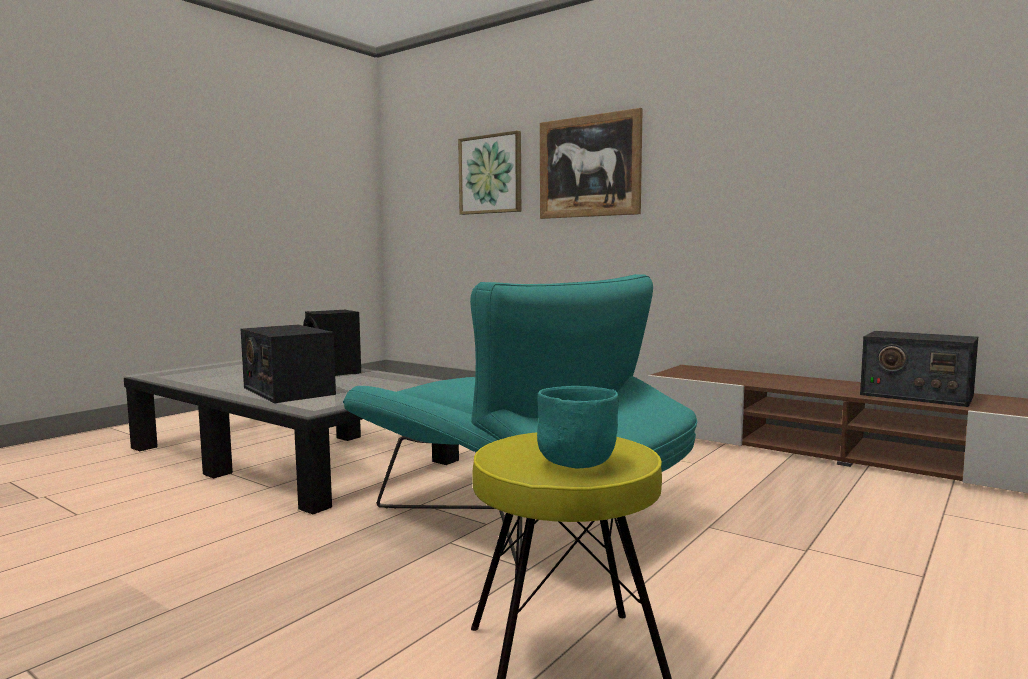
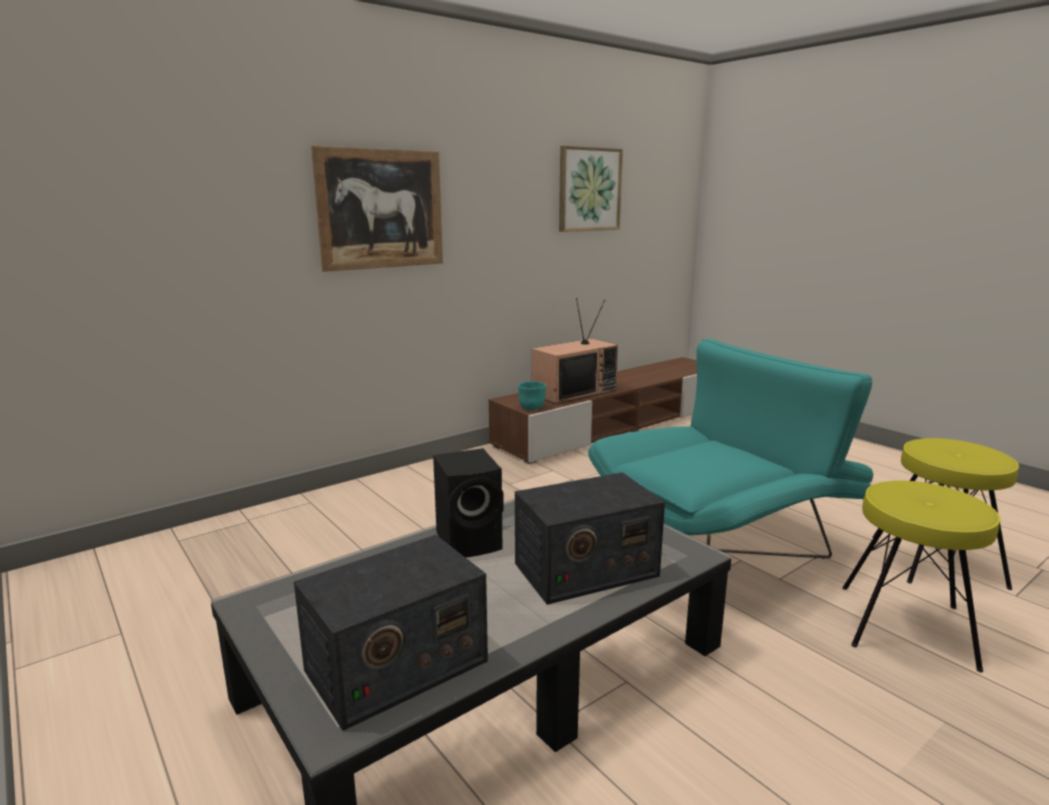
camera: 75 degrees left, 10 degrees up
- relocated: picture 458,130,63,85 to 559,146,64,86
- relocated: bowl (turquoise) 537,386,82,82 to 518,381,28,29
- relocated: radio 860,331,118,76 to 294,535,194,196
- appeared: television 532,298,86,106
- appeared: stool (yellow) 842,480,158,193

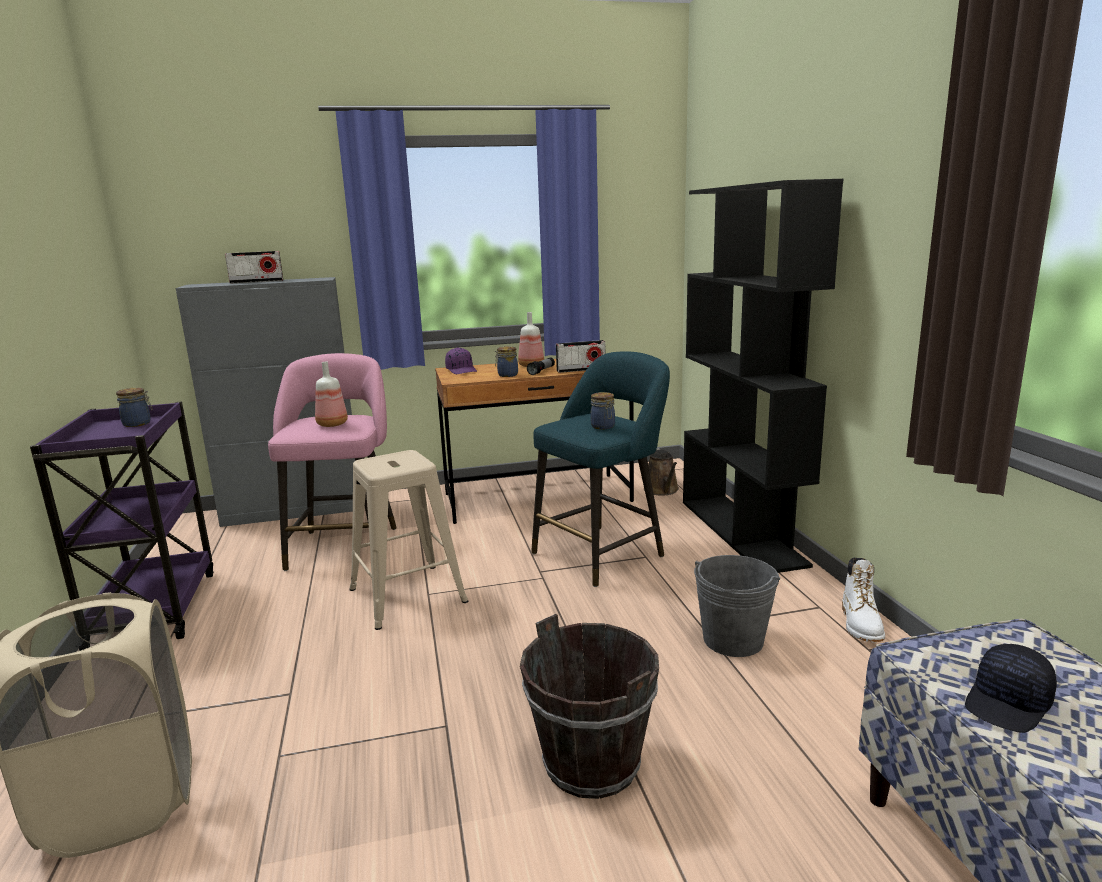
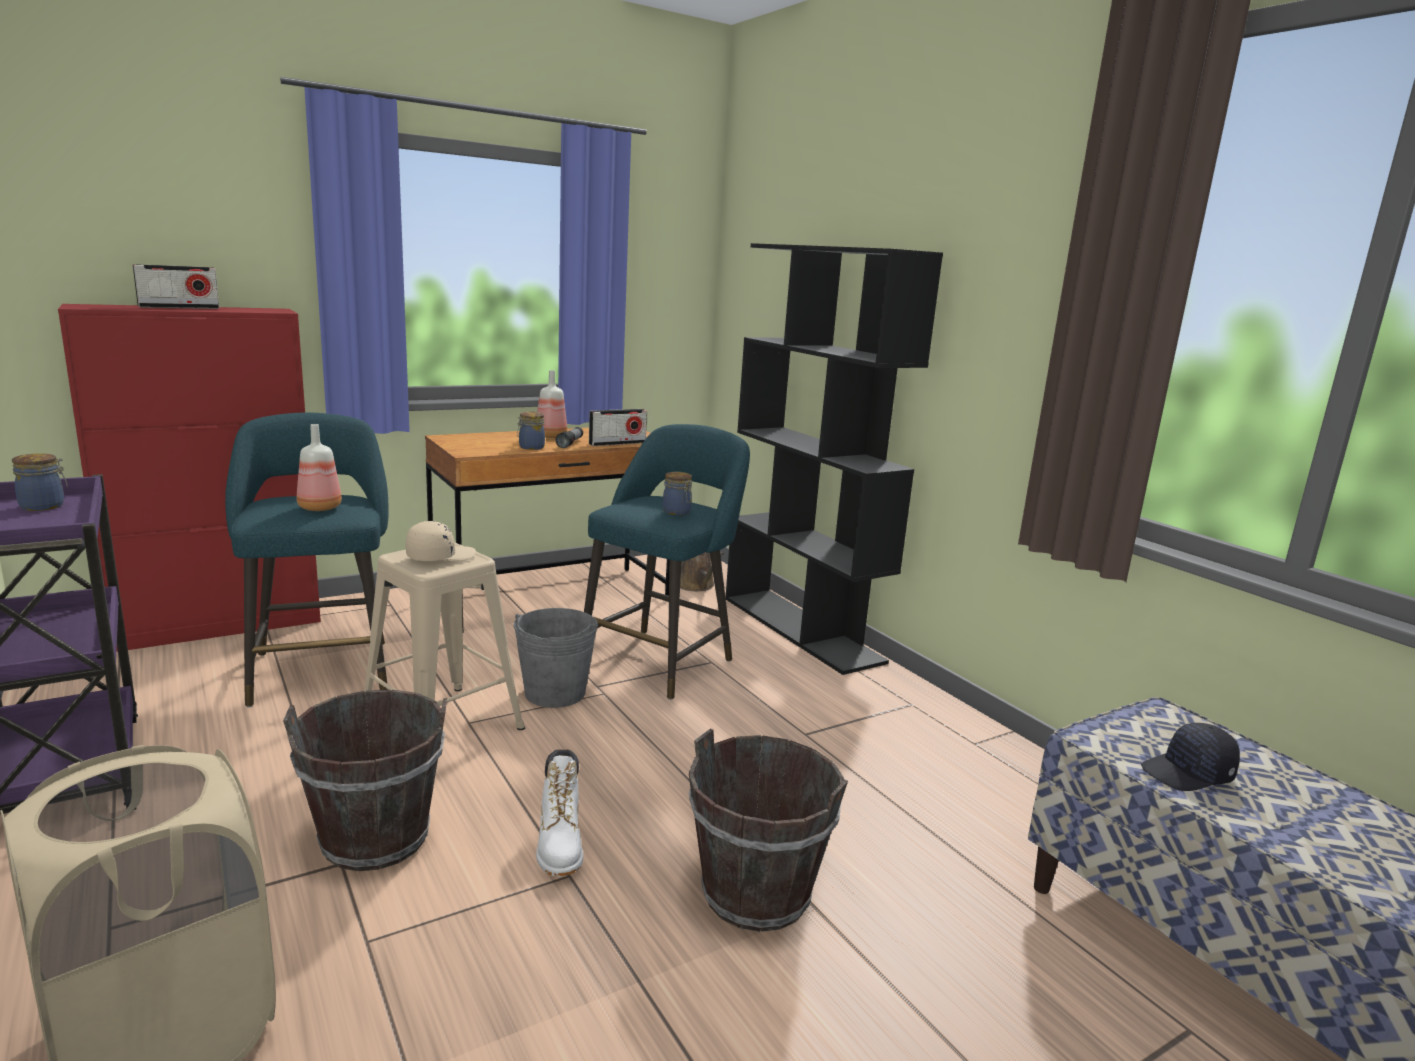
camera: 20 degrees left, 0 degrees up
- colour: cabinet (grey) 175,277,180,250 to cabinet (red) 58,304,263,348
- colour: stool (pink) 268,353,129,218 to stool (turquoise) 225,413,164,295
- missing: cap (purple) 445,347,32,27
- relocated: bucket (grey) 694,555,86,102 to 514,608,84,100
- relocated: boot (white) 842,558,43,84 to 536,749,47,128
- spun: cap (black) 965,644,92,89 = 1141,723,99,68 45 degrees clockwise
- appeared: bucket (brown) 283,690,164,181
- appeared: cap (beige) 406,521,70,40

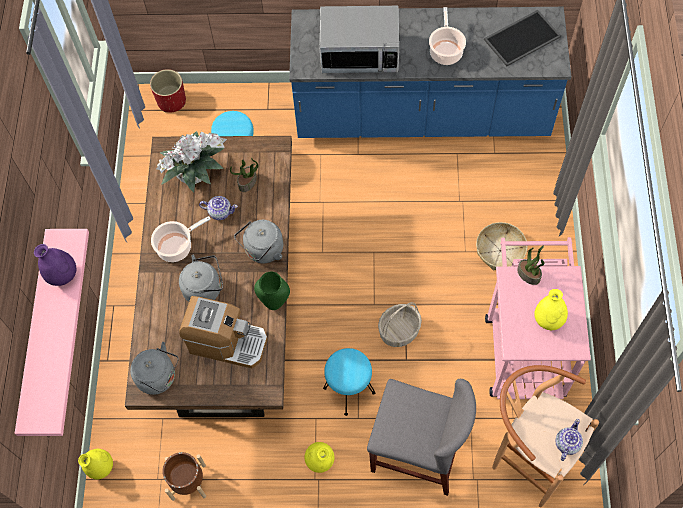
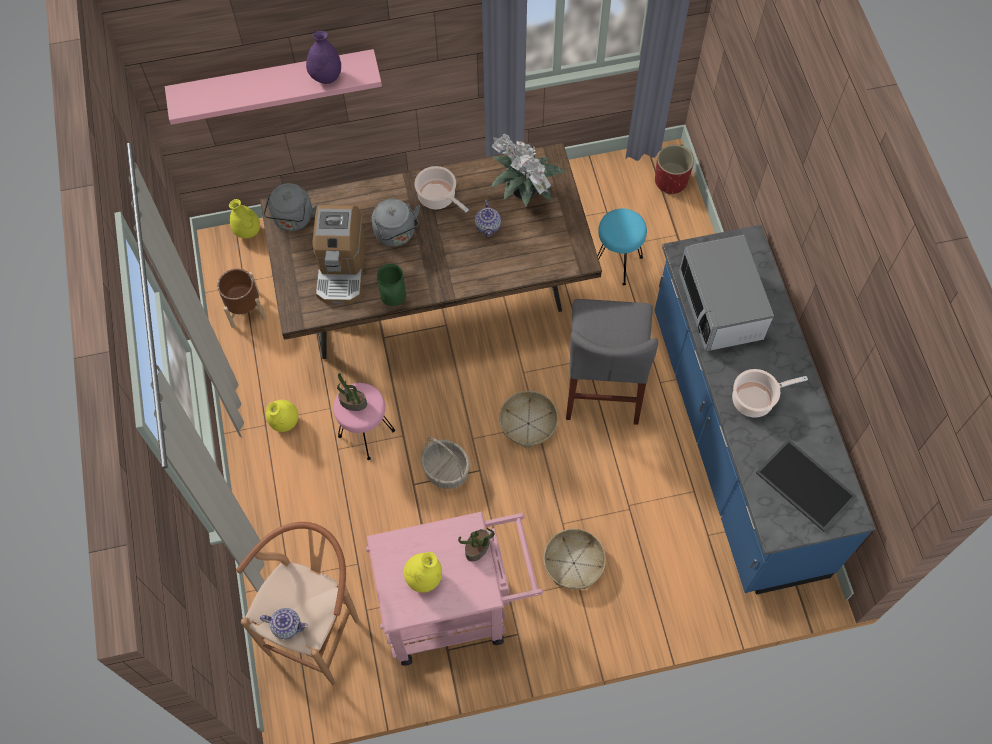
camera: 75 degrees right, 0 degrees up
- relocated: potted plant 230,158,29,34 to 337,373,30,38
- missing: kettle (grey) 234,220,49,43
- colour: stool (turquoise) 323,348,52,68 to stool (pink) 333,383,62,77
- relocated: chair (grey) 367,379,109,117 to 566,299,92,126
- appeared: basket 499,391,59,57

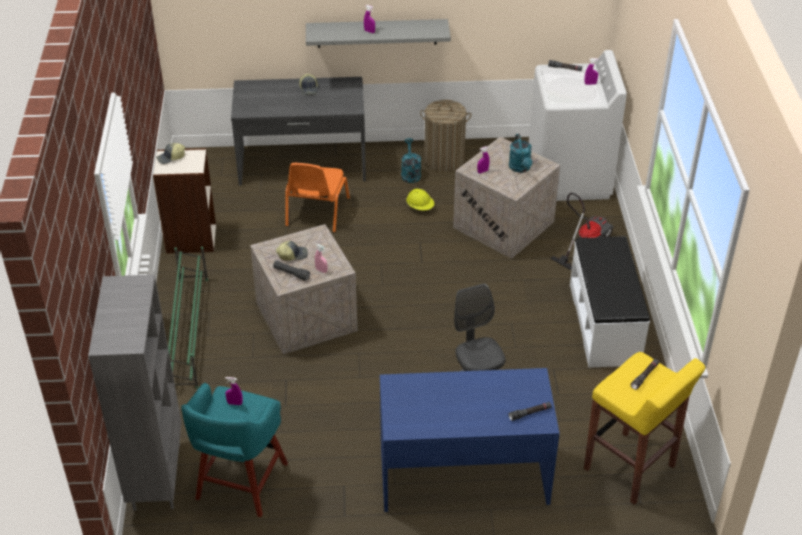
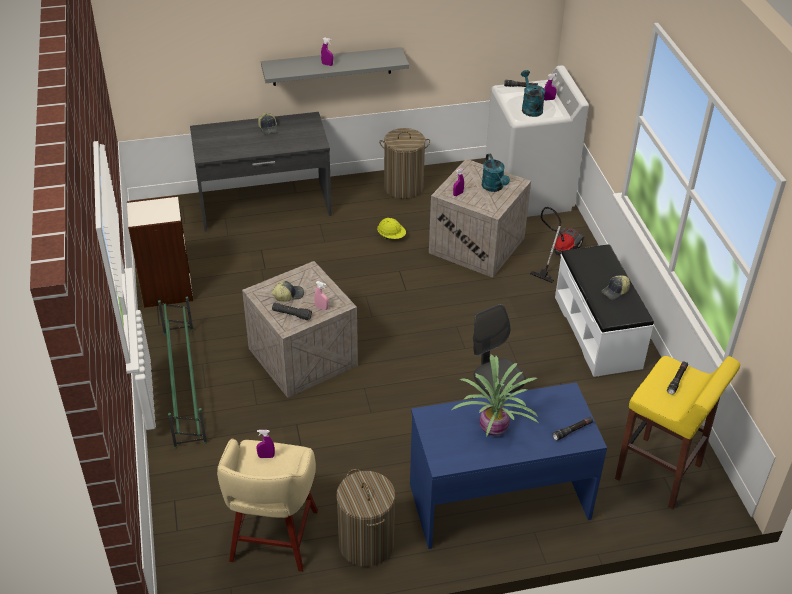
camera: 10 degrees left, 0 degrees up
- missing: bookcase (grey) 88,275,93,236
- relocated: cap 156,143,29,21 to 601,275,29,25
- colour: stool (turquoise) 181,383,107,134 to stool (beige) 217,438,101,134
- missing: chair (orange) 285,163,65,70
- relocated: watering can (turquoise) 401,138,20,45 to 521,70,24,47
- appeared: laundry basket 336,469,59,97
- appeared: potted plant 452,355,87,82

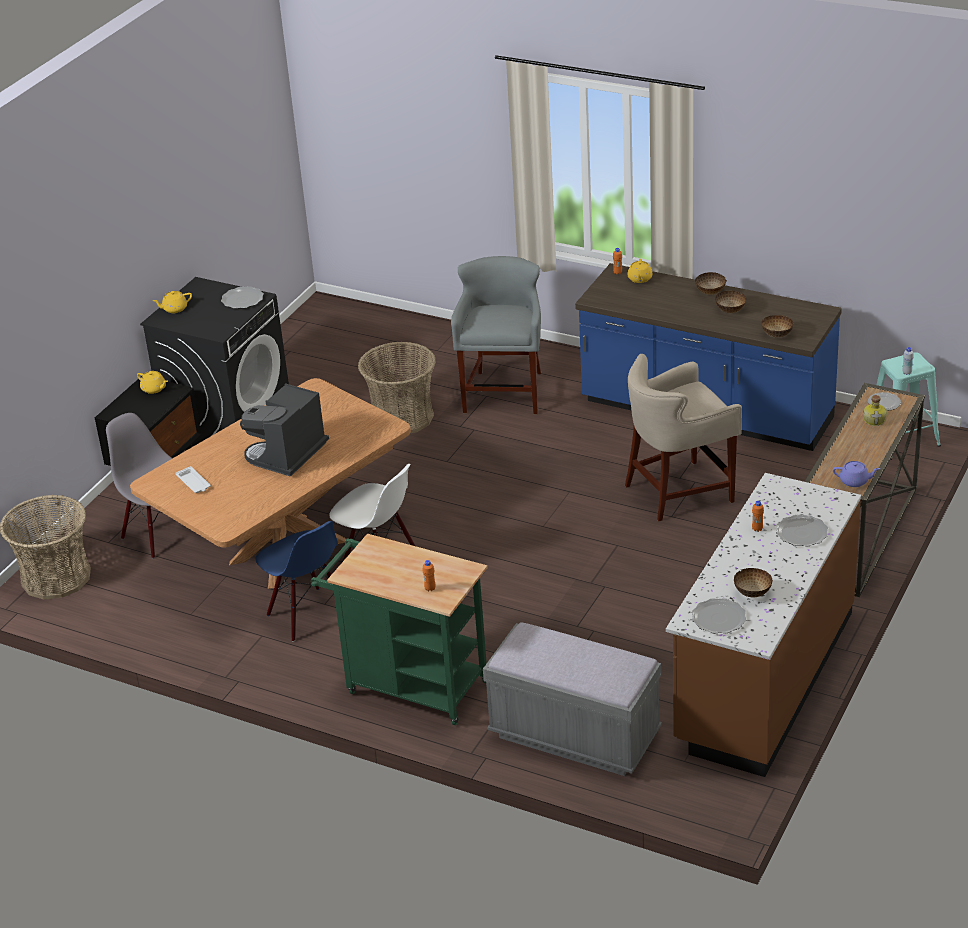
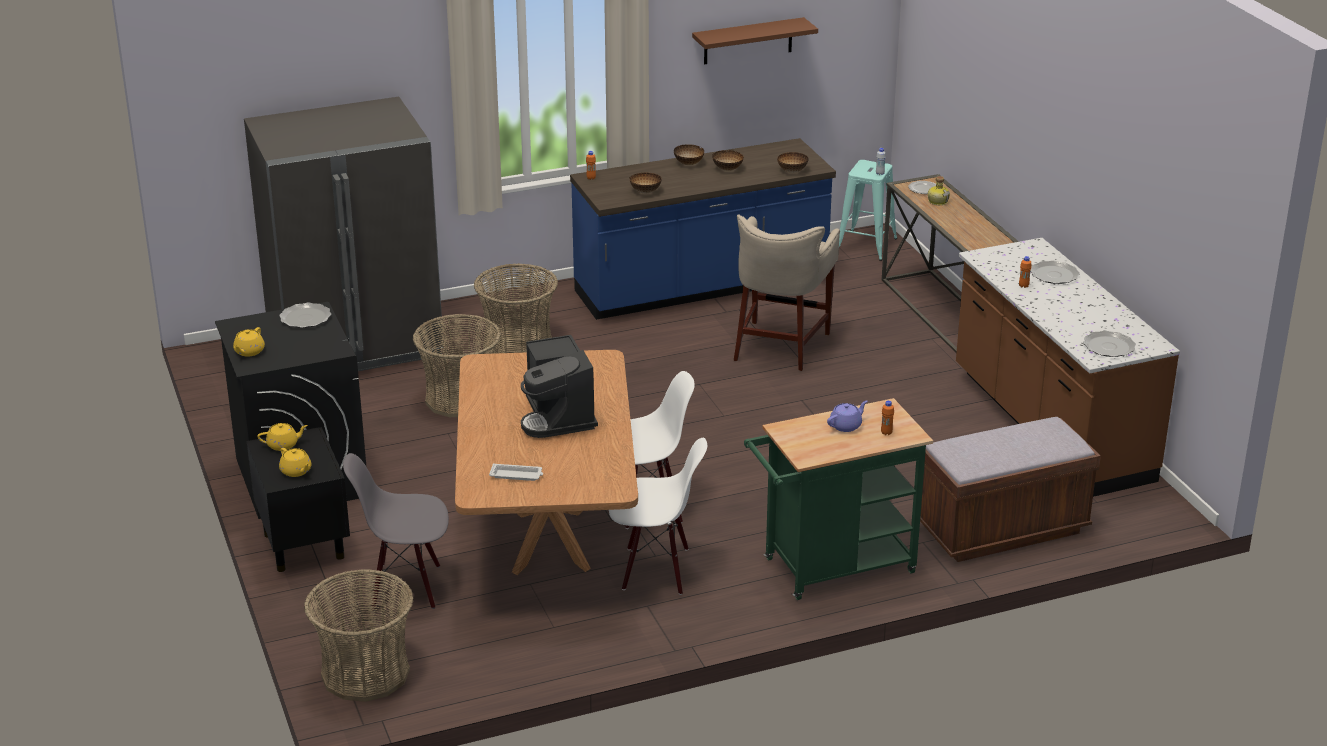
camera: 50 degrees left, 5 degrees down
- colour: chair (blue) 255,521,83,121 to chair (white) 609,438,98,157
- exchanged: stool (grey) 451,256,90,159 to basket 474,263,84,90
- colour: bench (grey) 483,622,179,154 to bench (brown) 920,417,181,145
- relocated: teapot (yellow) 627,259,25,24 to 279,448,32,29
- relocated: bowl 734,568,39,29 to 629,172,33,21
- relocated: teapot (purple) 833,461,47,26 to 827,401,40,31
- appeared: fridge (grey) 244,97,199,274
- appeared: shelf (brown) 692,17,126,48

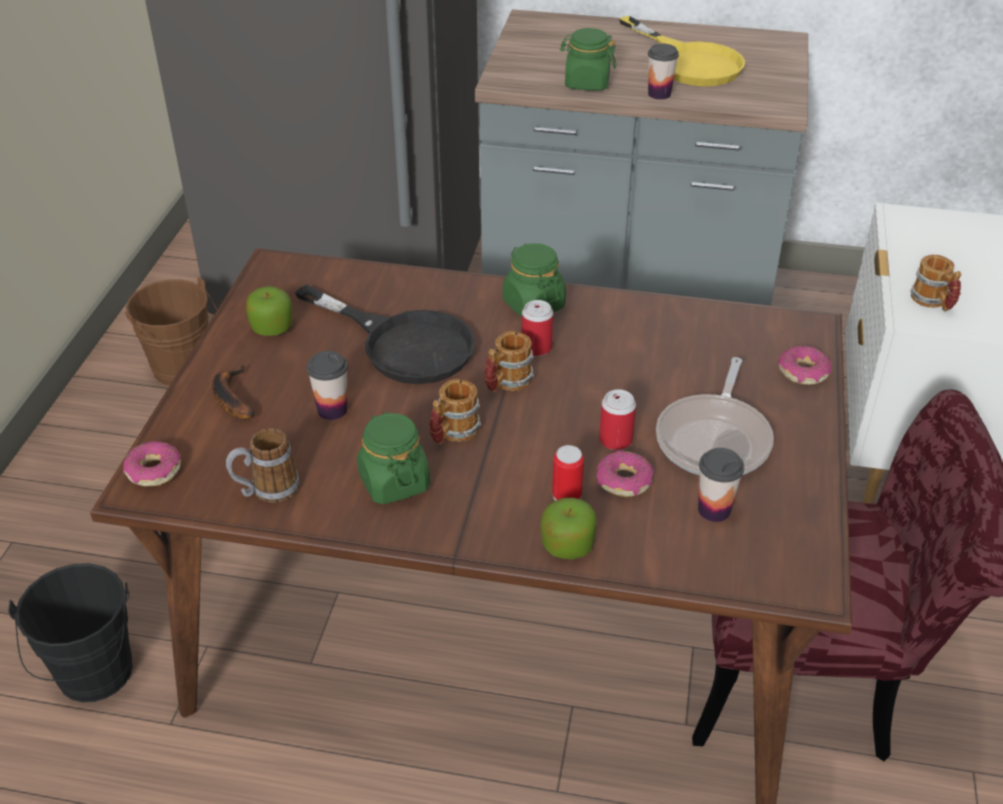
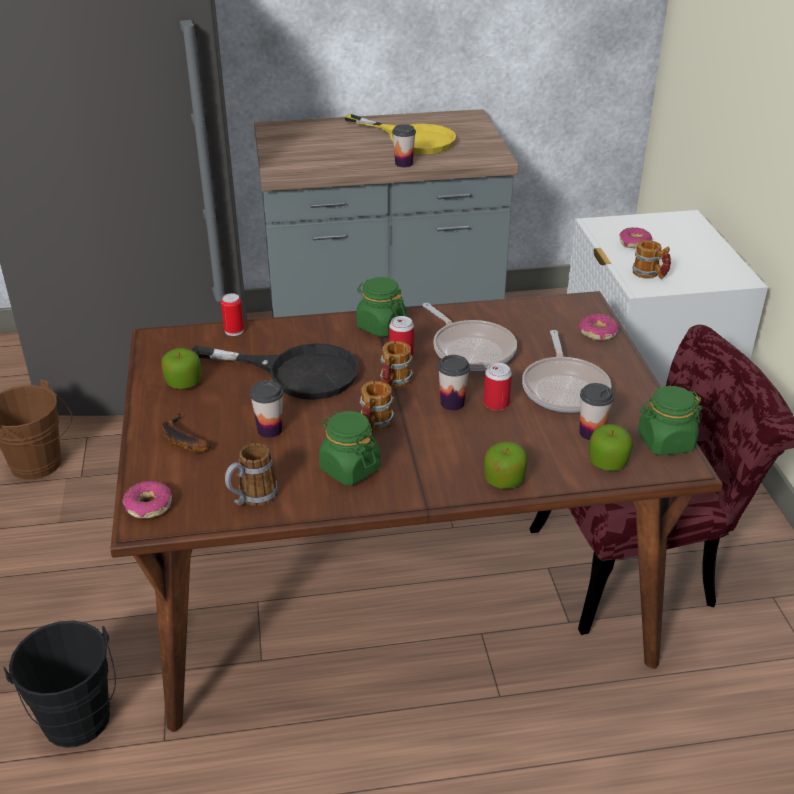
camera: 20 degrees left, 5 degrees down
- relocated: can 552,445,32,56 to 221,293,23,43
- relocated: jar (green) 560,28,56,63 to 638,386,64,70
- relocated: donut 597,451,57,46 to 619,227,33,21
- appeared: frying pan 422,303,95,68
- appeared: cup 438,355,32,56
- appeared: apple 589,424,44,47

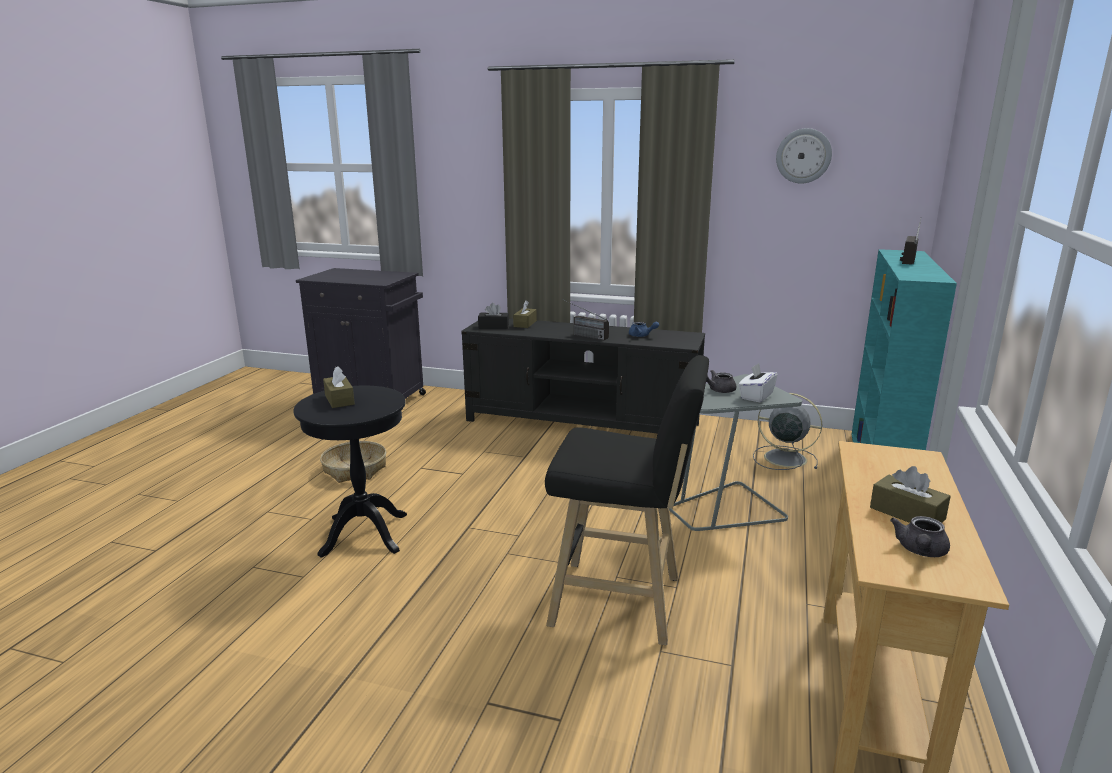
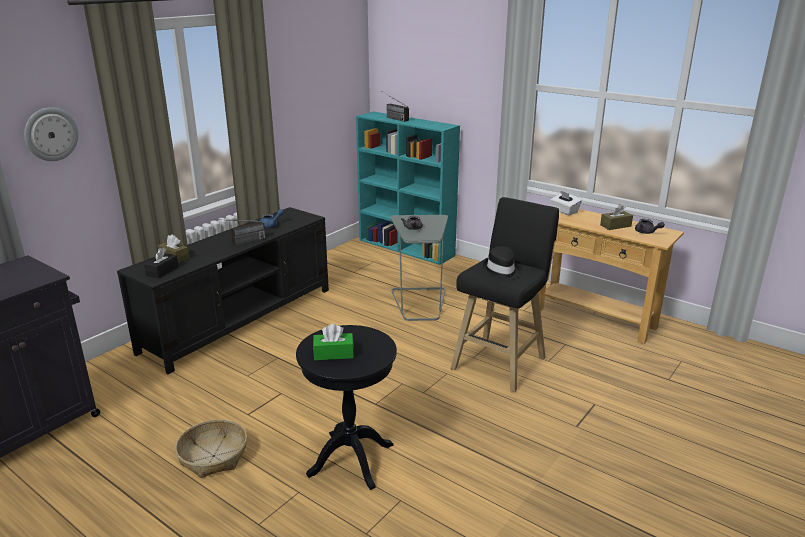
camera: 70 degrees left, 5 degrees up
- colour: tissue box (brown) 323,366,32,42 to tissue box (green) 313,324,41,36
- relocated: tissue box (white) 739,363,39,39 to 550,191,32,24
- missing: fan (grey) 753,393,69,77
- relocated: wall clock 776,128,56,56 to 24,107,55,54
- appeared: hat (black) 483,246,37,34

